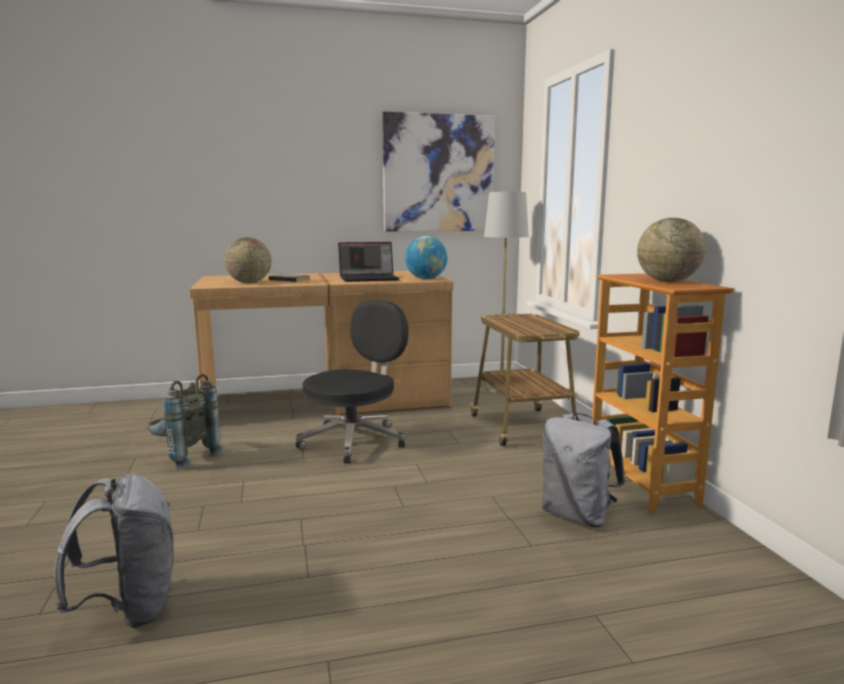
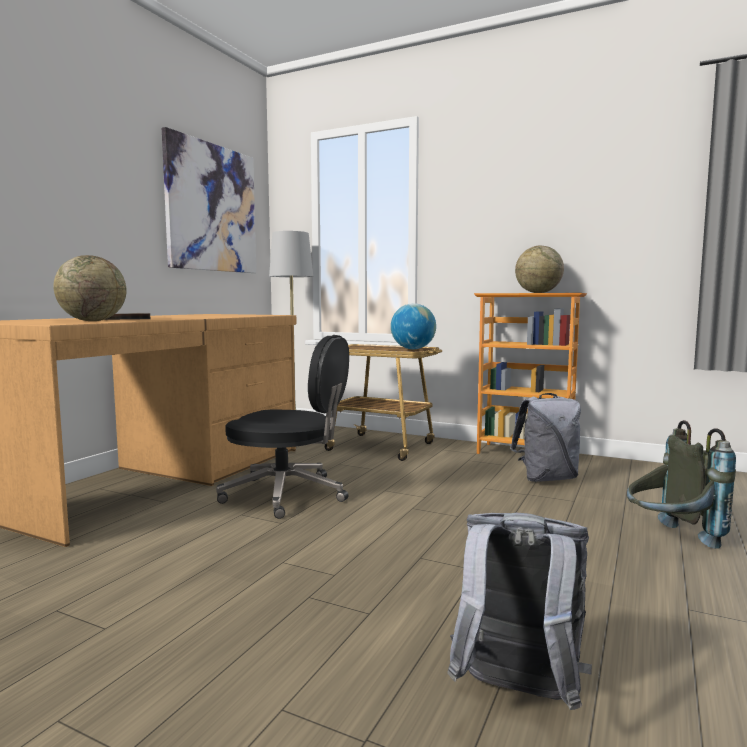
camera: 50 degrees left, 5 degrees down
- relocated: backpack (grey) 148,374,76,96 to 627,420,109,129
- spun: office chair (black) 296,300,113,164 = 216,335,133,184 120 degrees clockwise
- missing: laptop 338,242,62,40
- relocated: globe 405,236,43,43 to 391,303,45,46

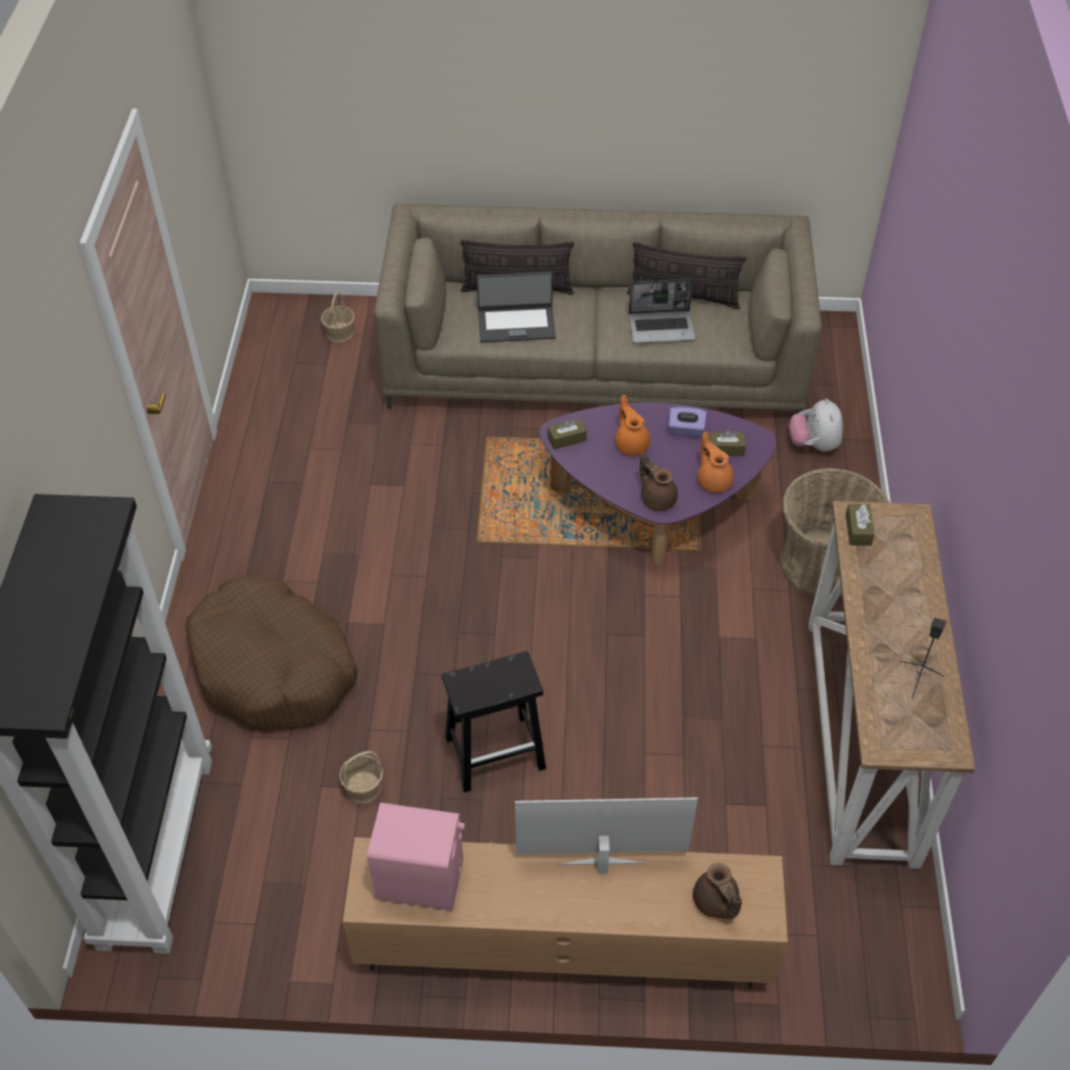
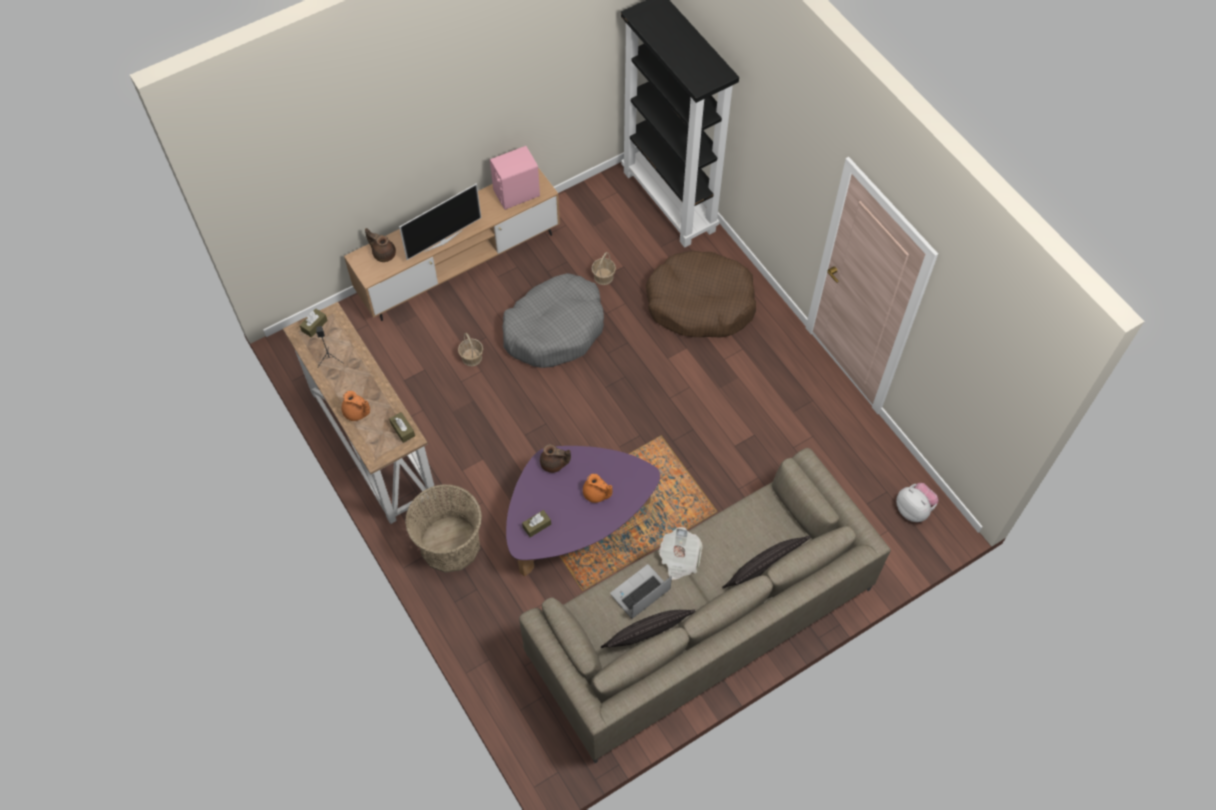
camera: 145 degrees right, 10 degrees up
- relocated: basket 321,292,34,50 to 458,333,25,33
- exchanged: stool (black) 442,651,104,142 to dog bed (grey) 502,273,102,95
- missing: laptop 477,272,79,70
- relocated: tissue box (brown) 548,418,39,32 to 299,309,29,28
- missing: tissue box (purple) 669,407,38,30
- relocated: teapot (orange) 698,432,36,61 to 342,391,28,30
- relocated: plush toy 789,399,54,53 to 896,483,43,39
- appeared: newspaper 659,527,44,53

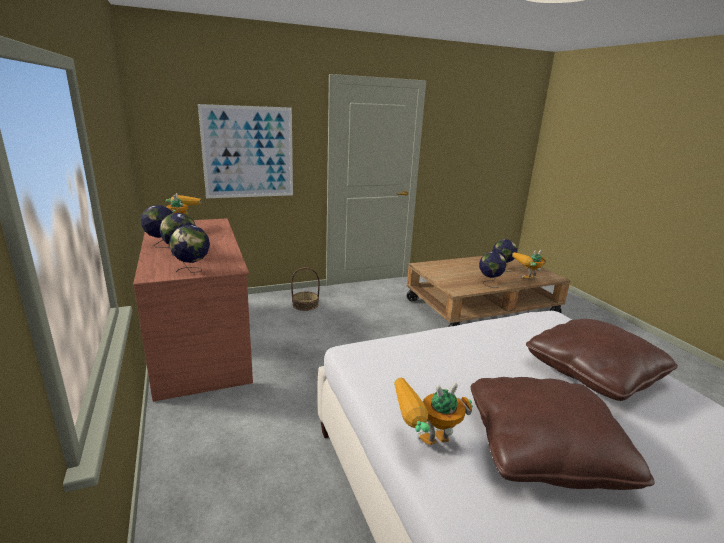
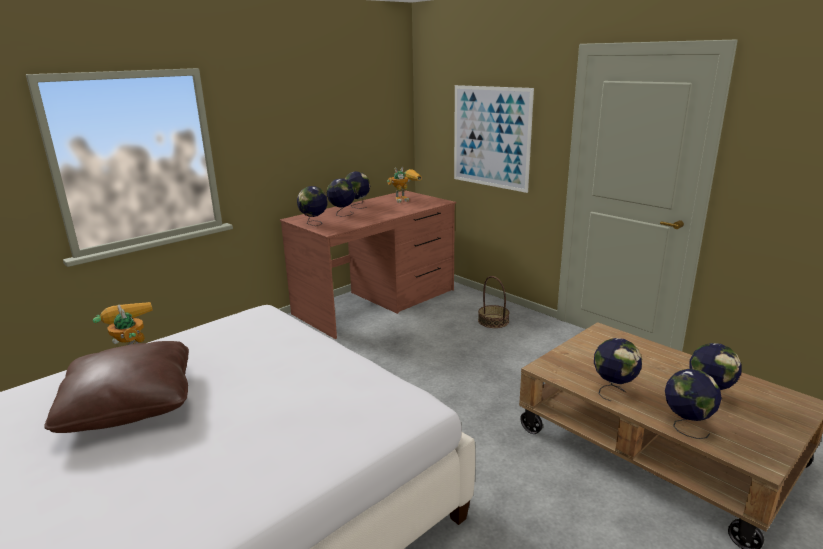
camera: 70 degrees right, 0 degrees up
- exchanged: toy robot 512,250,34,28 to globe 665,369,57,70
- missing: pillow (brown) 526,319,152,82

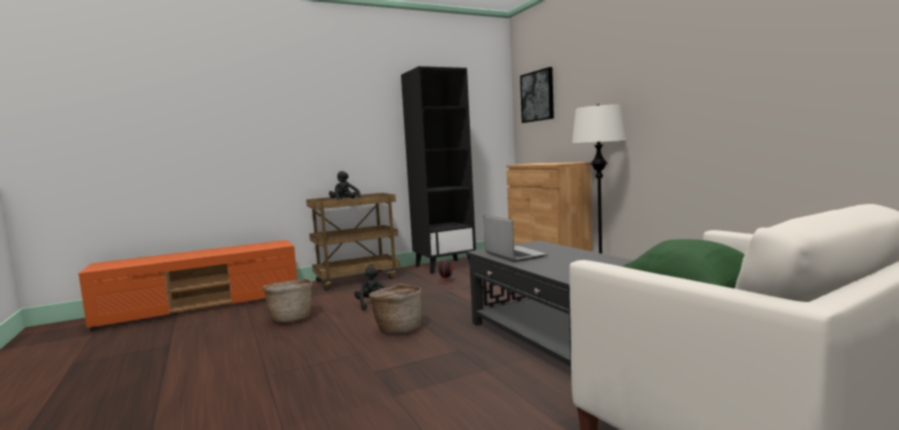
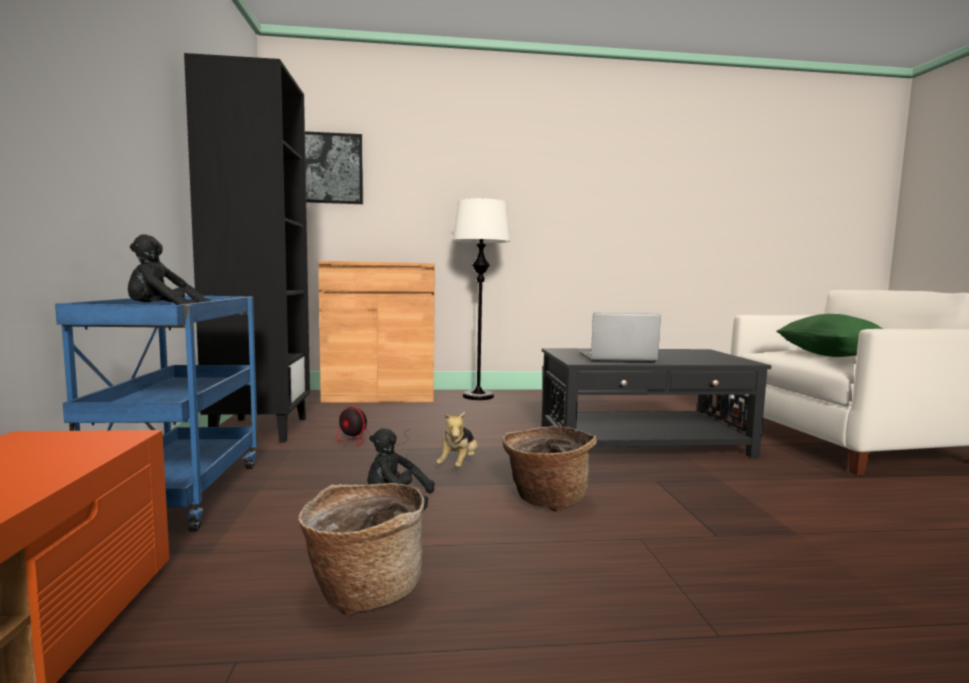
camera: 70 degrees left, 0 degrees up
- colour: cart (brown) 306,193,94,98 to cart (blue) 55,295,203,237
- appeared: plush toy 436,412,42,56

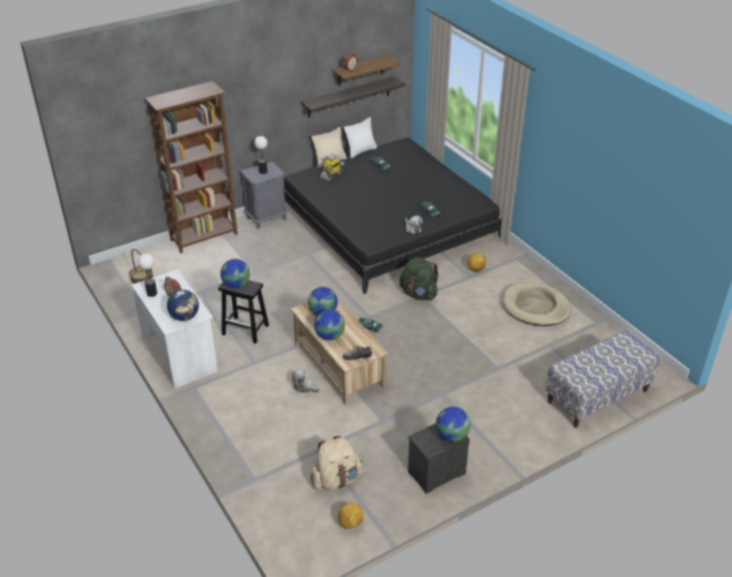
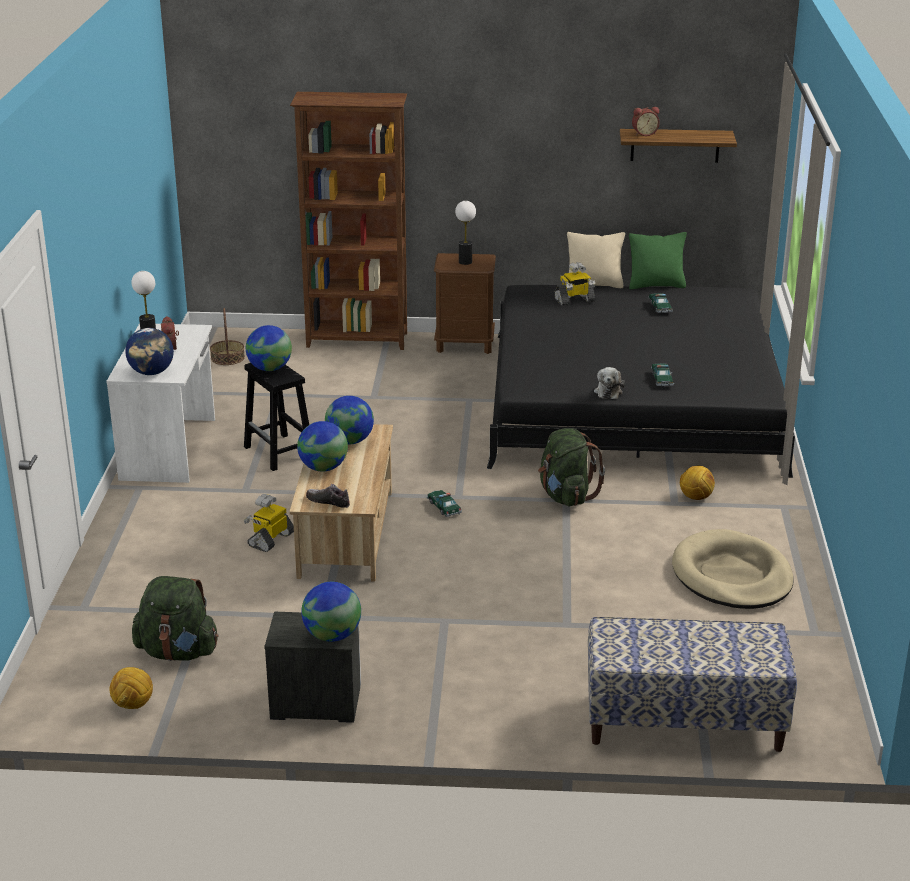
camera: 35 degrees right, 10 degrees down
- colour: nightstand (grey) 240,161,47,68 to nightstand (brown) 434,253,62,101
- exchanged: plush toy 292,369,28,24 to toy robot 244,494,50,58
- missing: shelf 301,76,105,42
- colour: backpack (beige) 310,436,52,54 to backpack (green) 132,576,86,85
- colour: pillow (white) 344,117,33,41 to pillow (green) 629,232,58,57

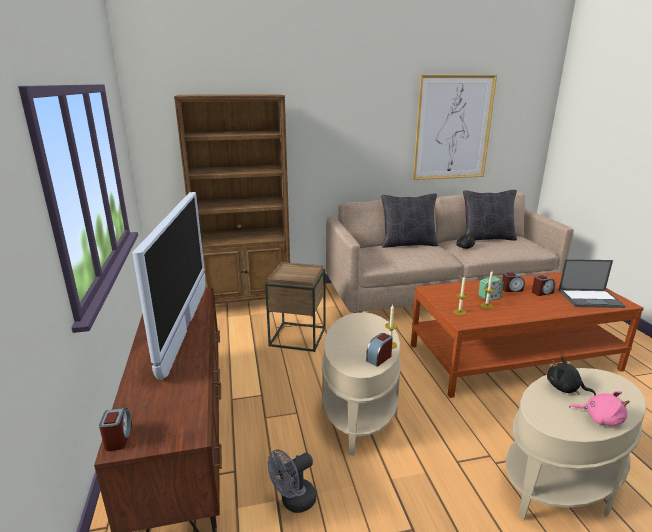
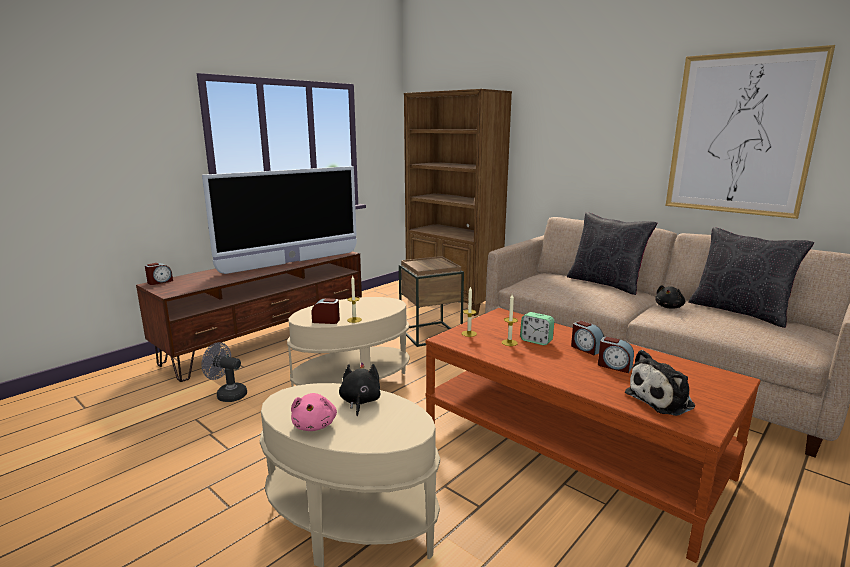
camera: 55 degrees right, 5 degrees down
- exchanged: laptop 558,259,67,49 to plush toy 625,350,70,66

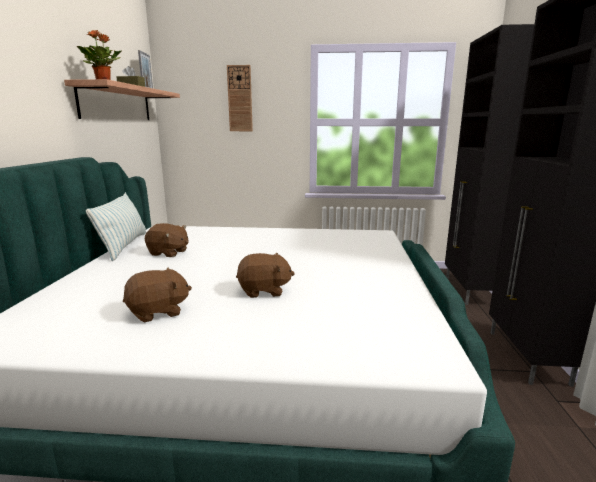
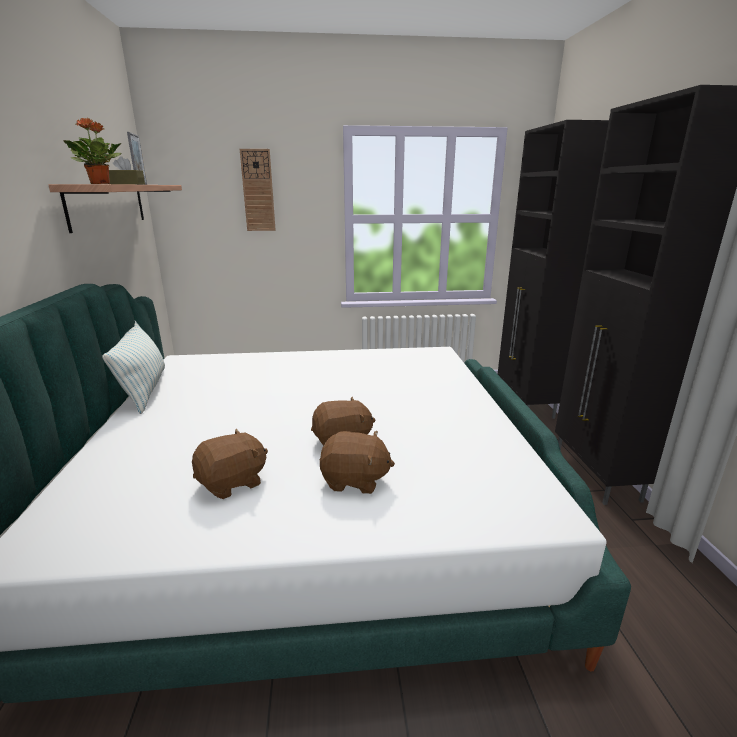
camera: 10 degrees left, 5 degrees up
- relocated: plush toy (brown) 145,223,44,34 to 320,431,75,63

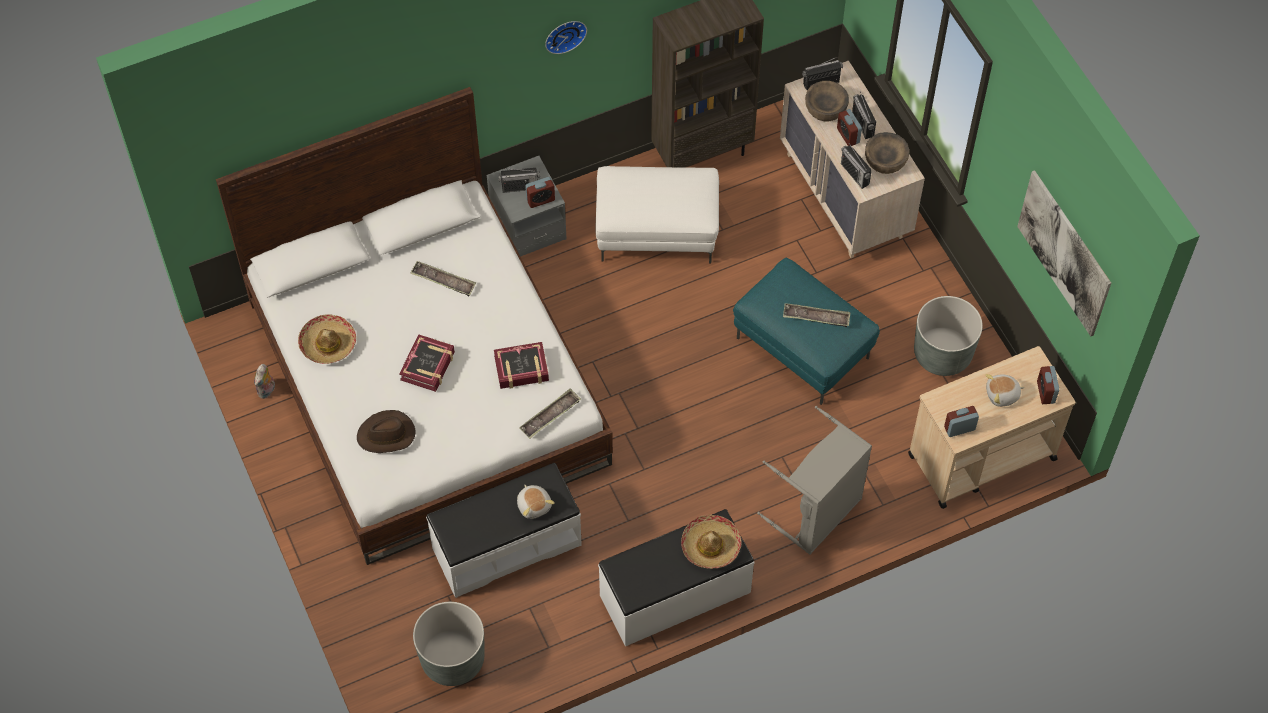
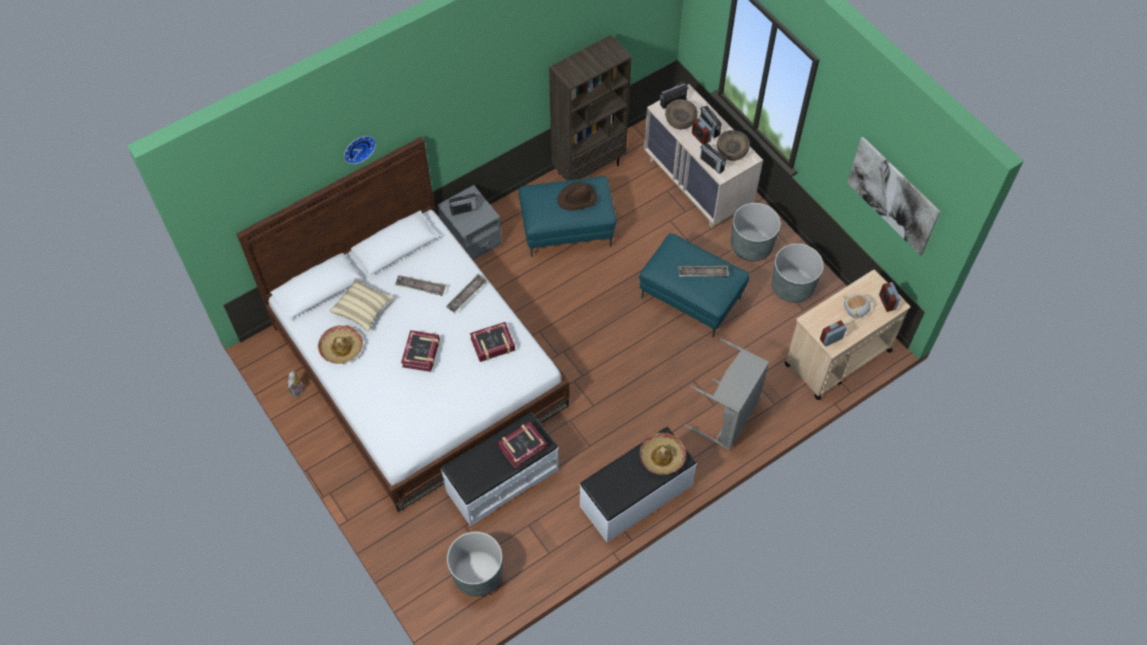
camera: 10 degrees left, 0 degrees up
- relocated: hat (brown) 357,410,59,43 to 557,182,41,29
- exchanged: plush toy 517,485,38,34 to book 498,422,49,47
- relocated: tray 519,388,62,51 to 446,273,41,40
- missing: alarm clock 525,177,30,31
- relocated: wall clock 545,21,42,33 to 344,136,32,28
- colour: ottoman (white) 595,166,124,98 to ottoman (turquoise) 519,176,97,81
- appeared: pillow (beige) 330,278,64,53
- appeared: planter (grey) 731,203,50,58

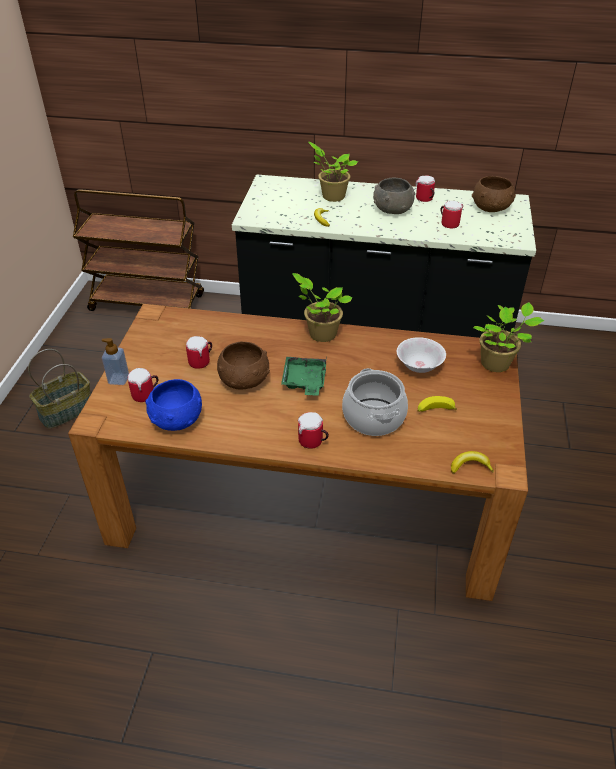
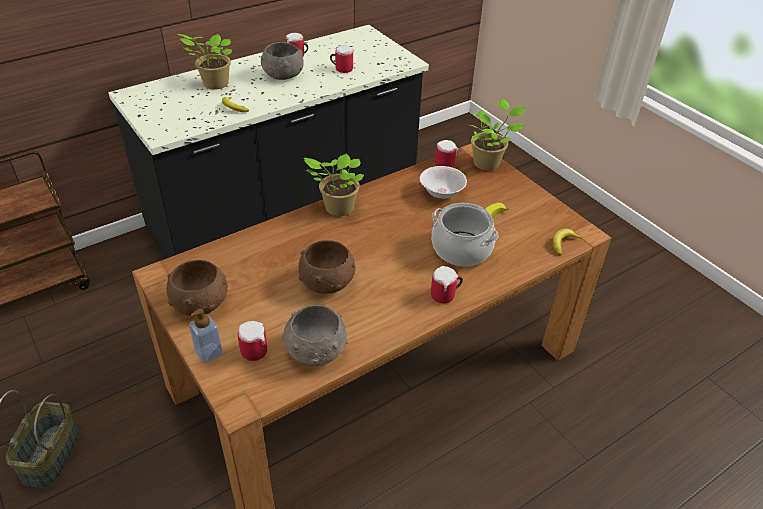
camera: 45 degrees left, 0 degrees up
- colour: bowl (blue) 145,379,57,52 to bowl (grey) 282,305,66,61
- relocated: mug 186,336,26,33 to 435,140,23,28
- missing: tray (green) 281,357,46,38
- relocated: bowl (brown) 472,176,44,36 to 166,260,62,56

